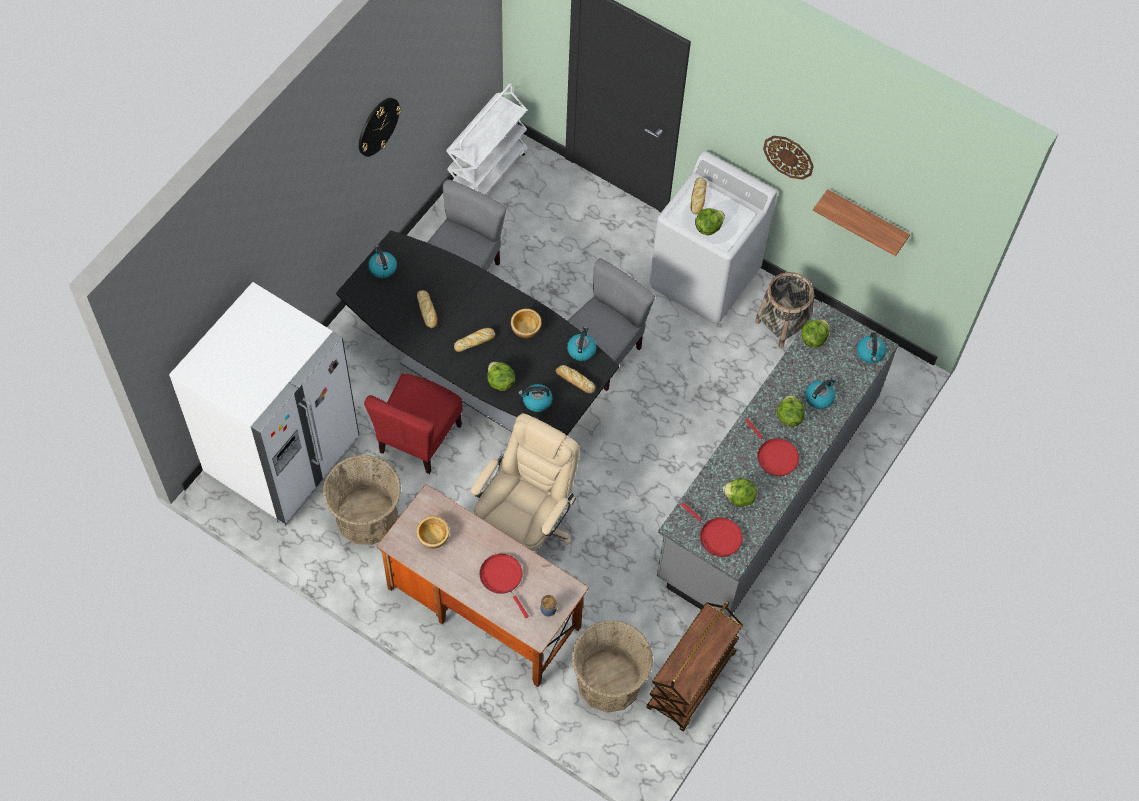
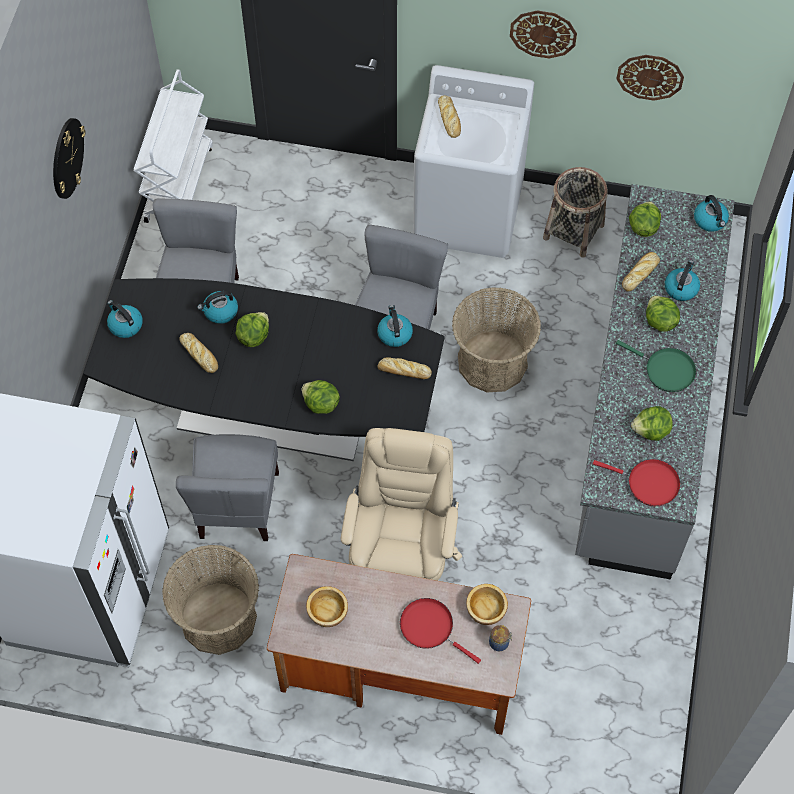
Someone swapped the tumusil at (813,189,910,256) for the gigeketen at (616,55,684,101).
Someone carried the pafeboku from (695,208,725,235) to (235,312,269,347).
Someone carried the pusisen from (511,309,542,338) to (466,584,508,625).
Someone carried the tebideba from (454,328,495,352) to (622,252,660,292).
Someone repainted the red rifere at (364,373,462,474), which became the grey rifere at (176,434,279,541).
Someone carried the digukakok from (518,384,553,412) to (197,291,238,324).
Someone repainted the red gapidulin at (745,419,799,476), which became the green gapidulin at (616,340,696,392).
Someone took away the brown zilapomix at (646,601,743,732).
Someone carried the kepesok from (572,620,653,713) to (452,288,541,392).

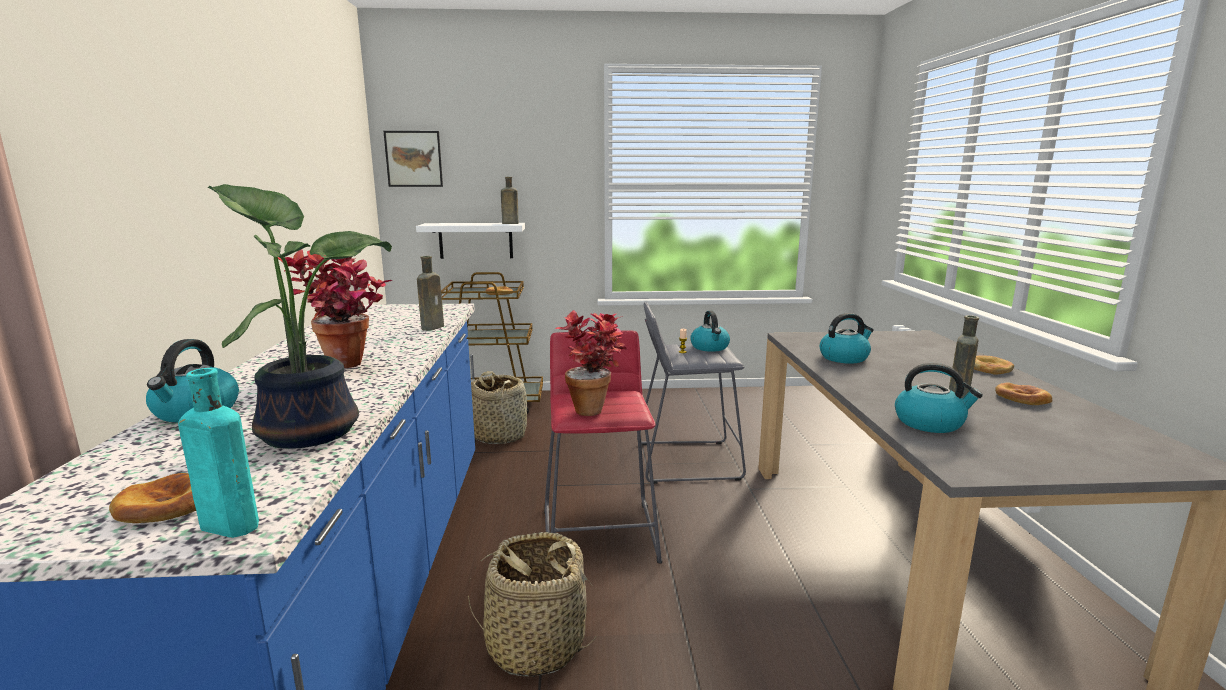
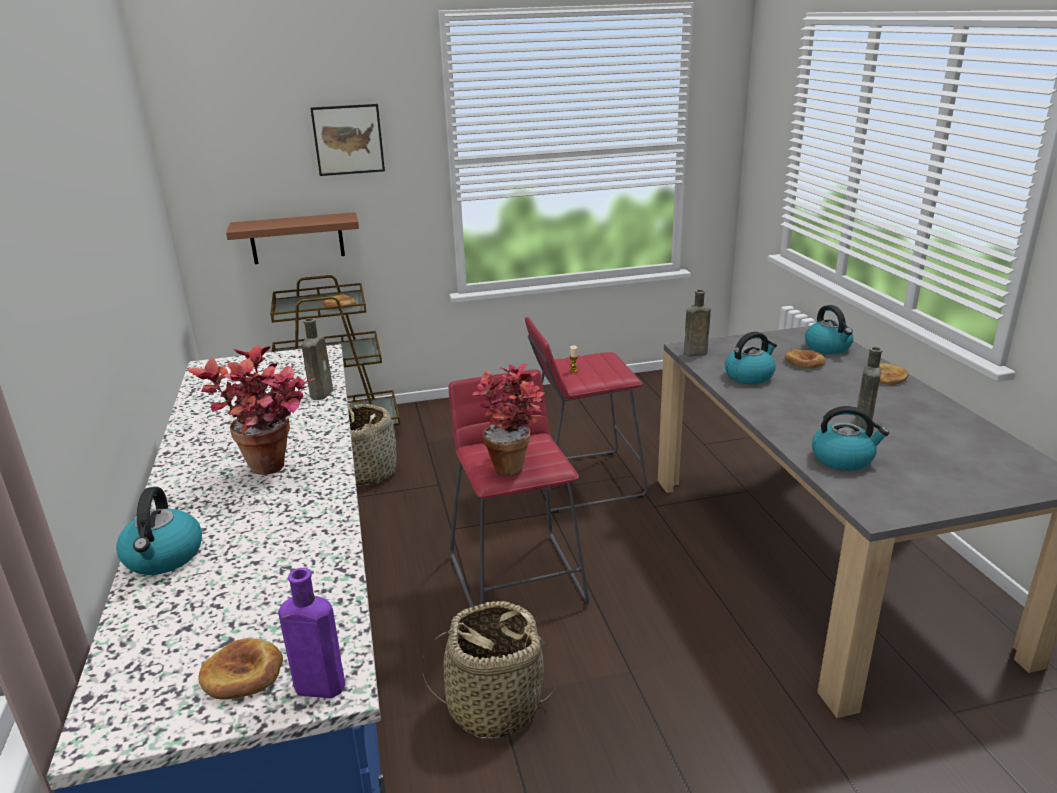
Someone carried the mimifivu from (384,131,443,187) to (310,104,385,176).
Someone carried the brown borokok from (501,177,519,224) to (684,290,711,357).
Someone took away the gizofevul at (208,184,392,449).
Someone repainted the white tumusil at (416,223,525,259), which became the brown tumusil at (226,212,359,264).
Someone repainted the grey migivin at (637,302,746,484), which became the red migivin at (525,317,648,514).
Someone carried the digukakok from (690,311,730,352) to (805,305,853,354).
Someone repainted the turquoise borokok at (178,368,259,538), which became the purple borokok at (278,568,345,698).
Someone carried the tebideba from (995,382,1052,405) to (785,349,825,369).

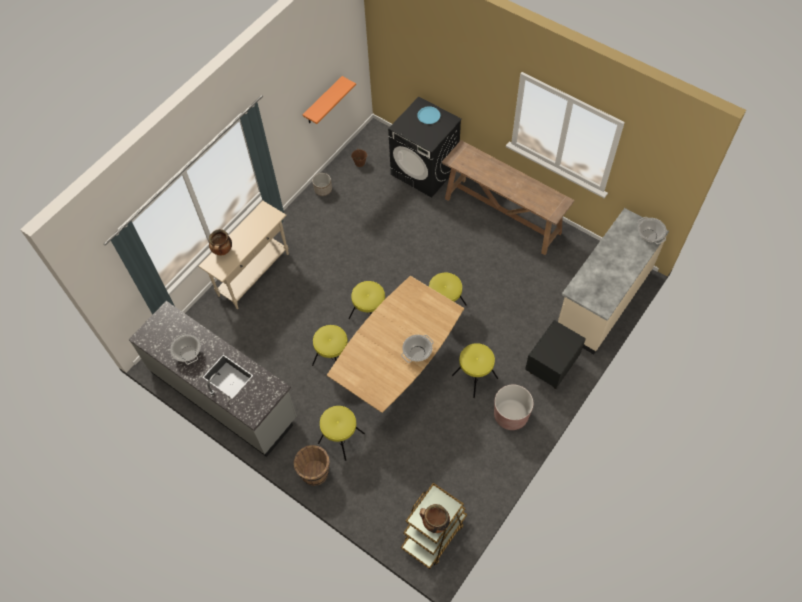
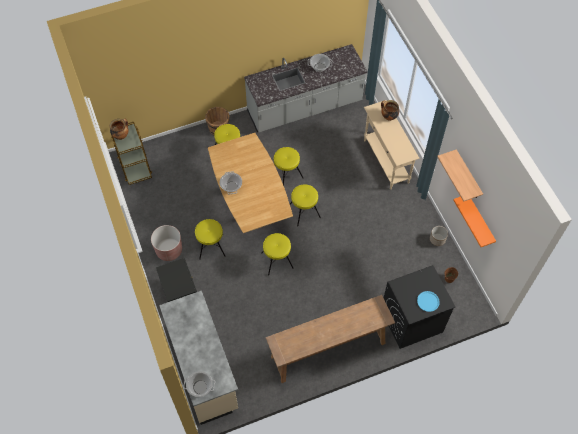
Someone put up the tumusil at (437,149,483,202).

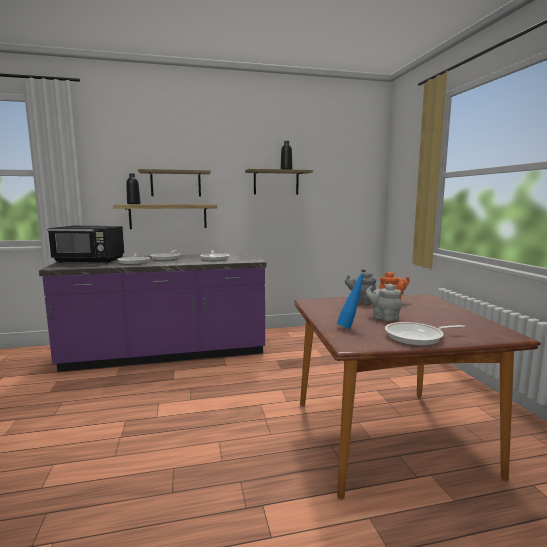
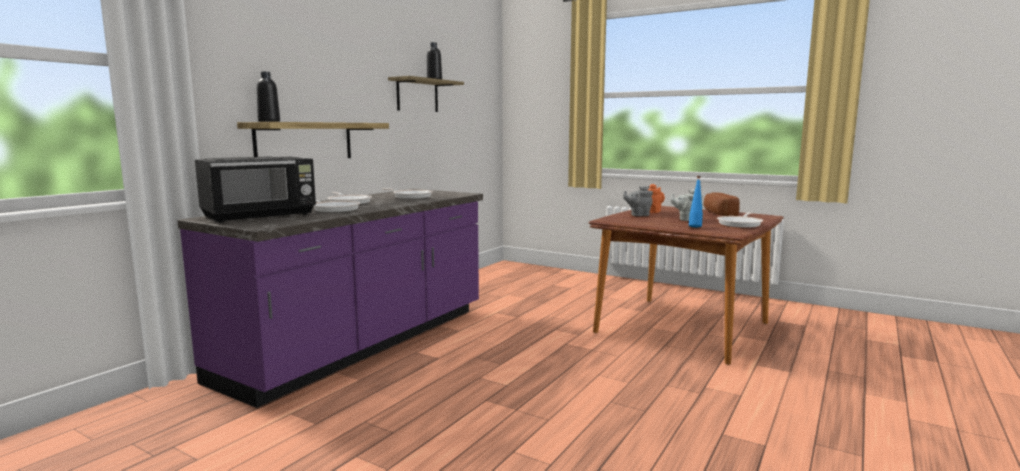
Someone took away the tumusil at (138,169,211,196).
Someone put down the tebideba at (704,193,740,216).

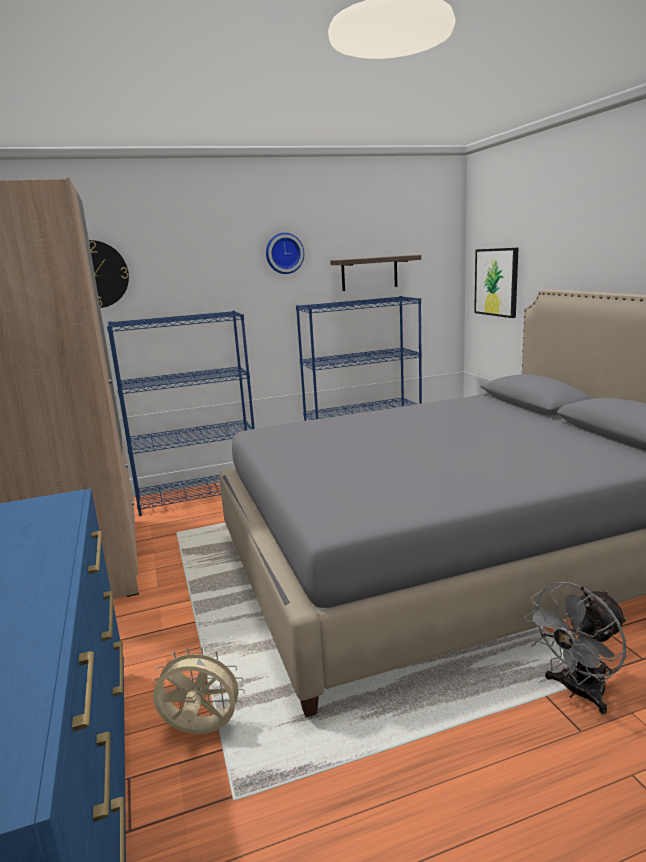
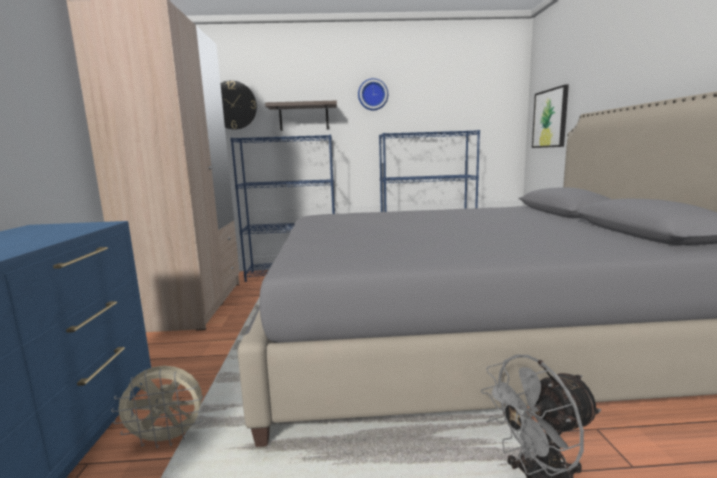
Someone carried the tumusil from (330,255,421,291) to (265,101,337,131).
Someone rotated the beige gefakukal at (153,647,245,734) by 150 degrees clockwise.

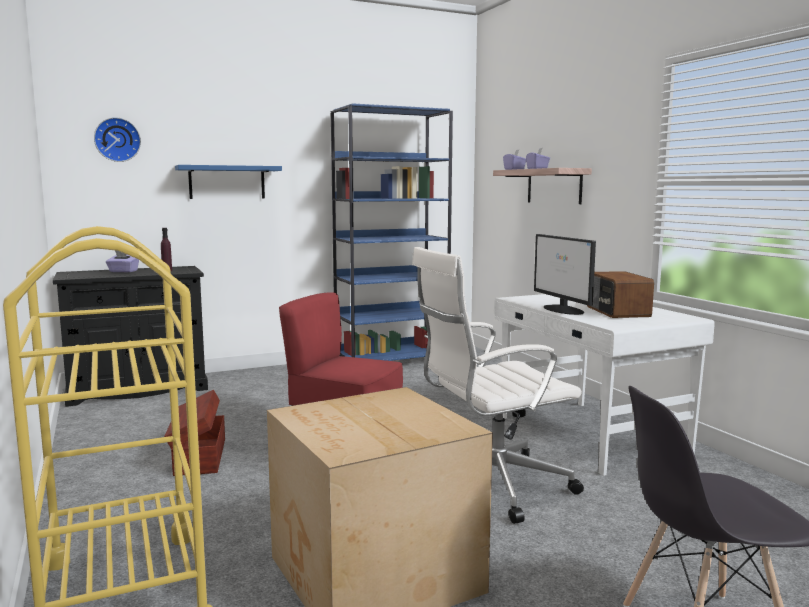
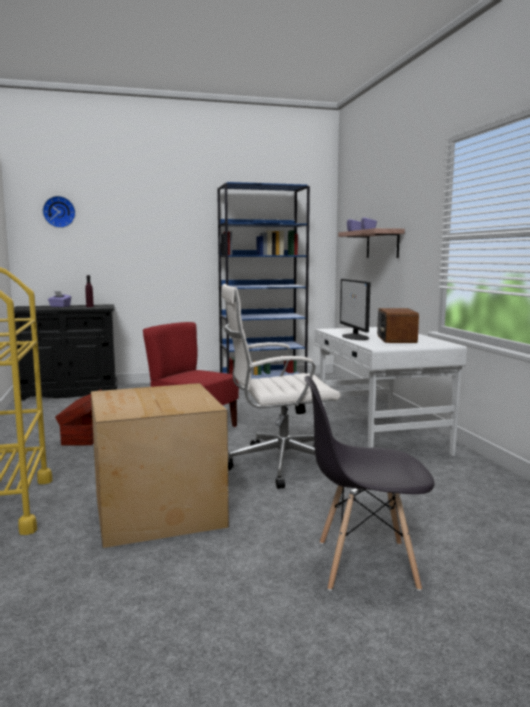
Someone took away the blue tumusil at (175,165,282,199).

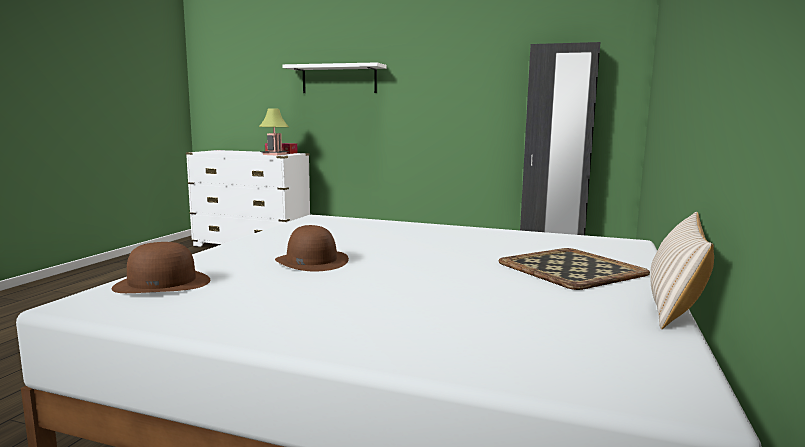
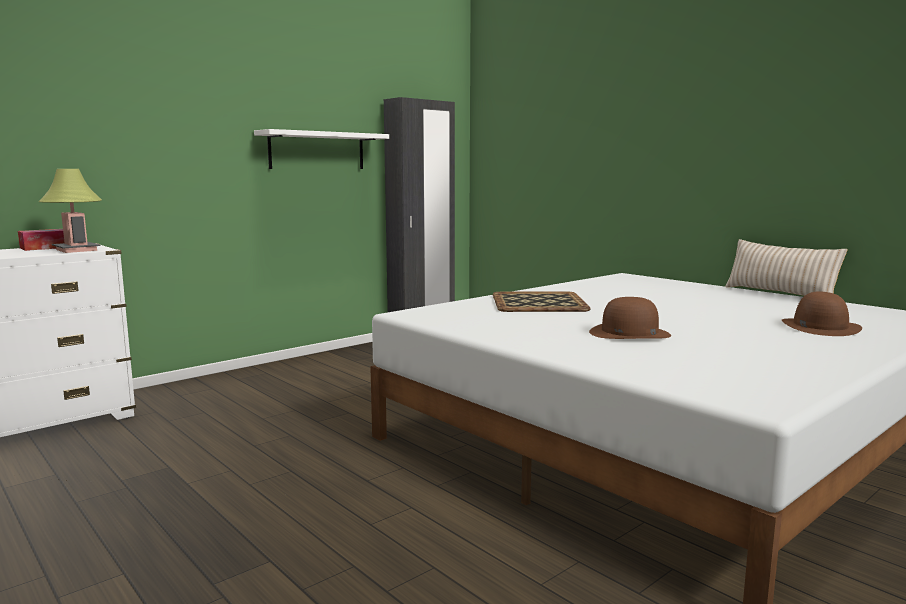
Someone carried the white tumusil from (282,62,386,93) to (254,129,389,169).
Someone carried the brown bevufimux from (112,242,210,293) to (782,291,862,336).
Someone carried the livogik from (499,248,650,290) to (493,292,590,312).

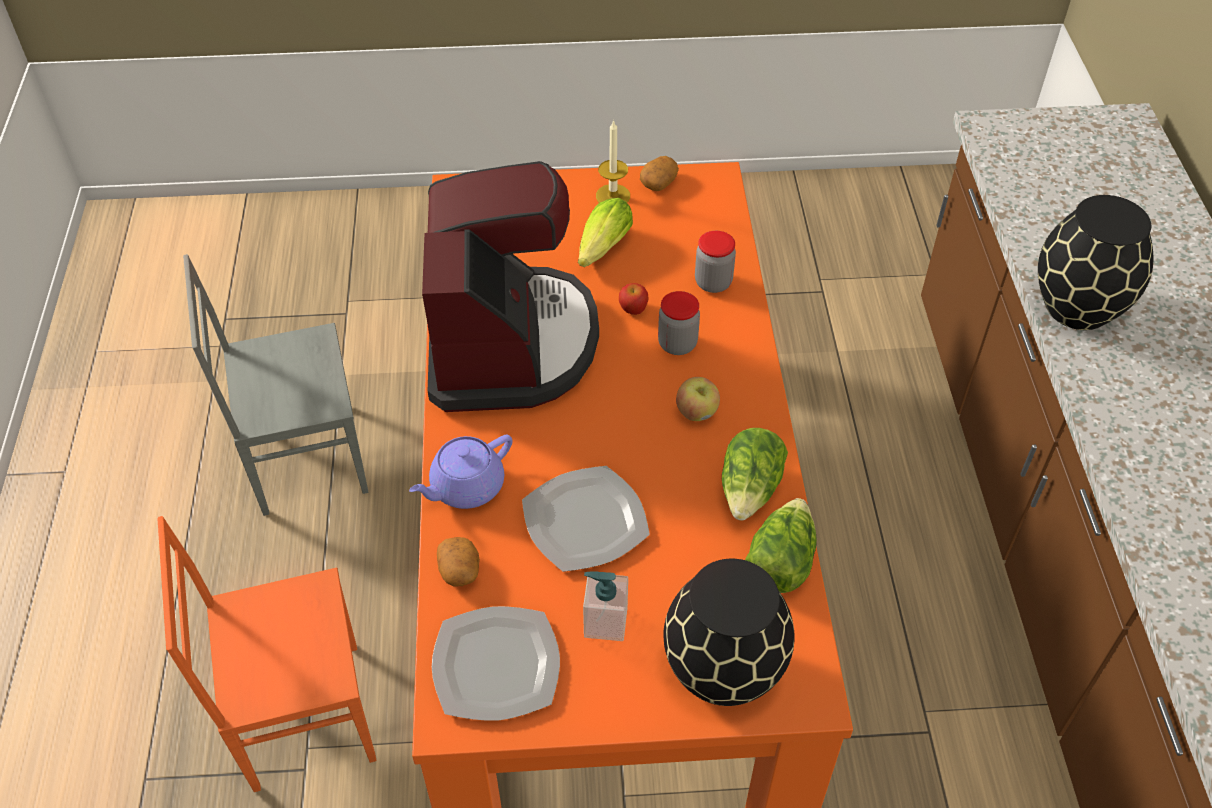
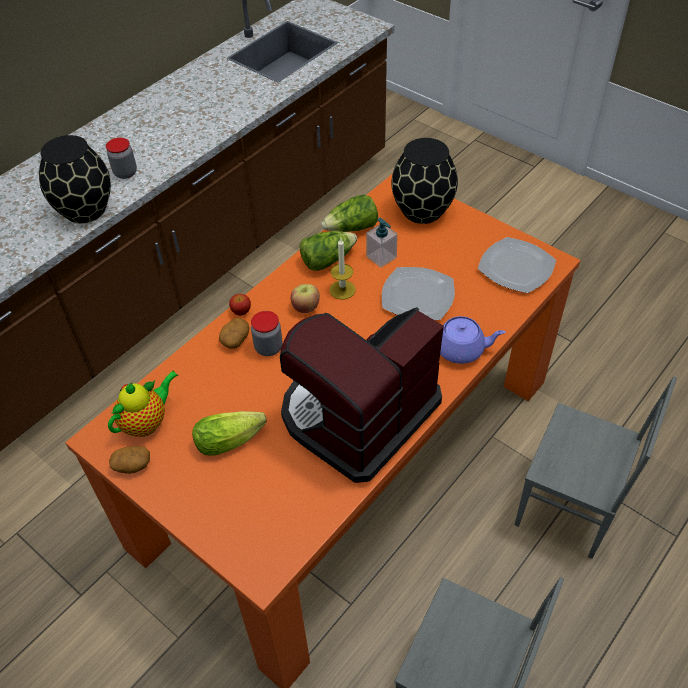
Someone carried the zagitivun from (596,120,630,203) to (330,238,356,299).
Someone carried the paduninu from (695,231,736,293) to (106,138,137,179).
Someone carried the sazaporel from (619,283,648,315) to (229,294,251,316).
Someone repainted the orange rifere at (157,516,377,792), which became the grey rifere at (515,377,677,559).
Someone carried the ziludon from (437,537,480,587) to (219,318,250,349).
Someone carried the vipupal from (583,571,628,641) to (366,218,398,268).
Someone put down the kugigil at (108,371,178,437).

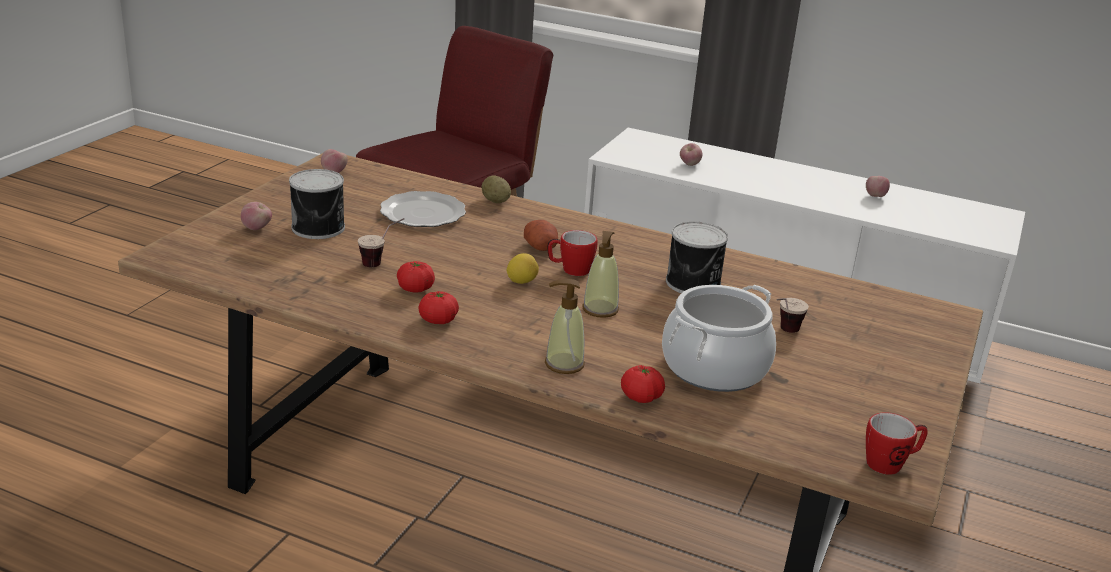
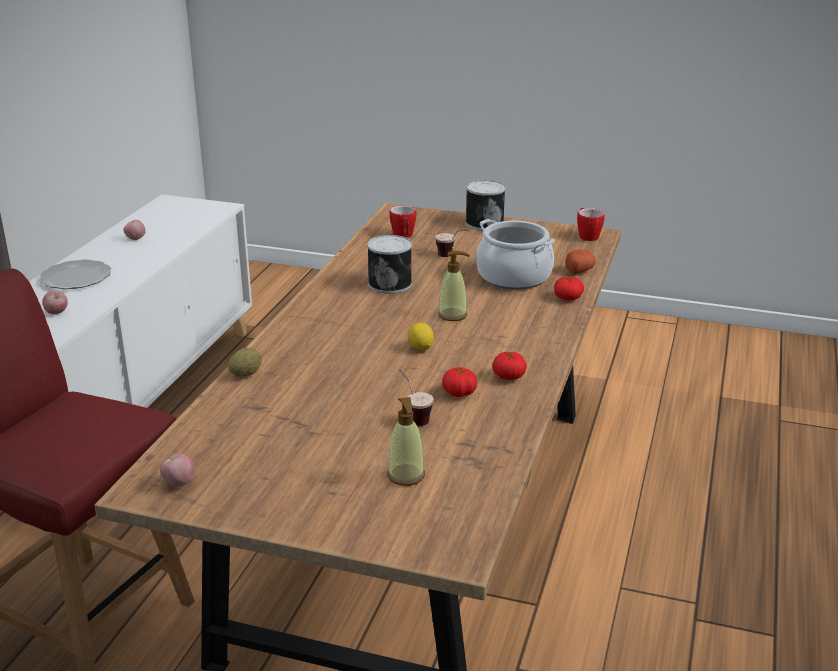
Someone carried the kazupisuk from (289,169,345,239) to (465,180,506,231).
Someone carried the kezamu from (380,191,466,227) to (39,260,111,289).
Someone took away the sazaporel at (241,202,272,230).
Someone carried the ziludon from (524,220,558,251) to (565,249,596,274).
Someone carried the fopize from (548,230,598,276) to (390,205,416,238).
Someone carried the vipupal from (545,279,585,374) to (387,397,425,486).

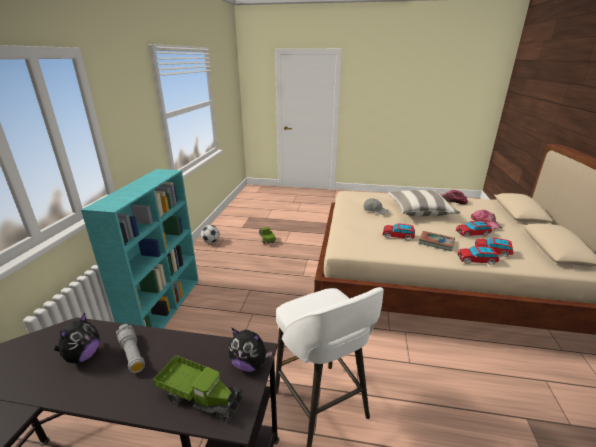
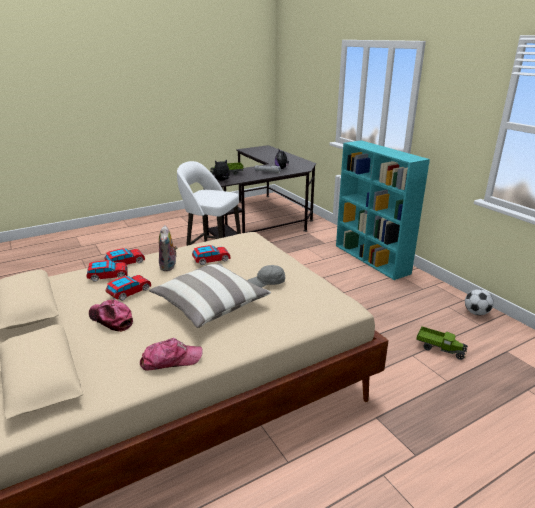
Someone swapped the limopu at (419,231,455,251) for the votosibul at (159,225,177,271).

